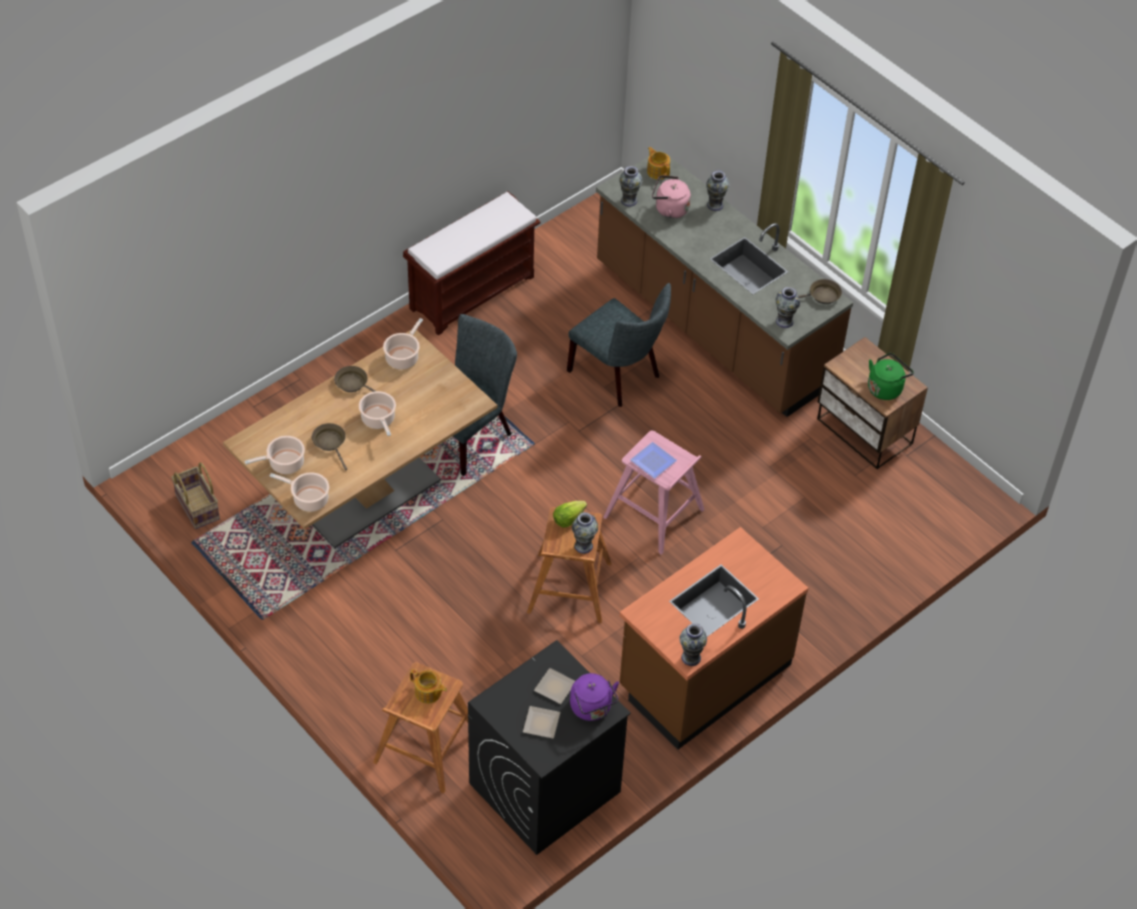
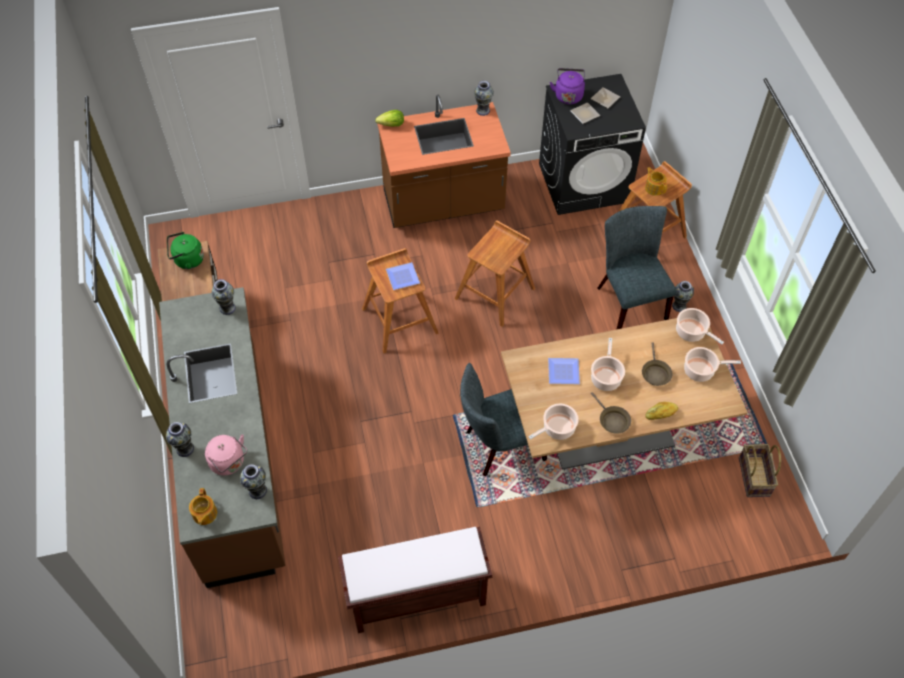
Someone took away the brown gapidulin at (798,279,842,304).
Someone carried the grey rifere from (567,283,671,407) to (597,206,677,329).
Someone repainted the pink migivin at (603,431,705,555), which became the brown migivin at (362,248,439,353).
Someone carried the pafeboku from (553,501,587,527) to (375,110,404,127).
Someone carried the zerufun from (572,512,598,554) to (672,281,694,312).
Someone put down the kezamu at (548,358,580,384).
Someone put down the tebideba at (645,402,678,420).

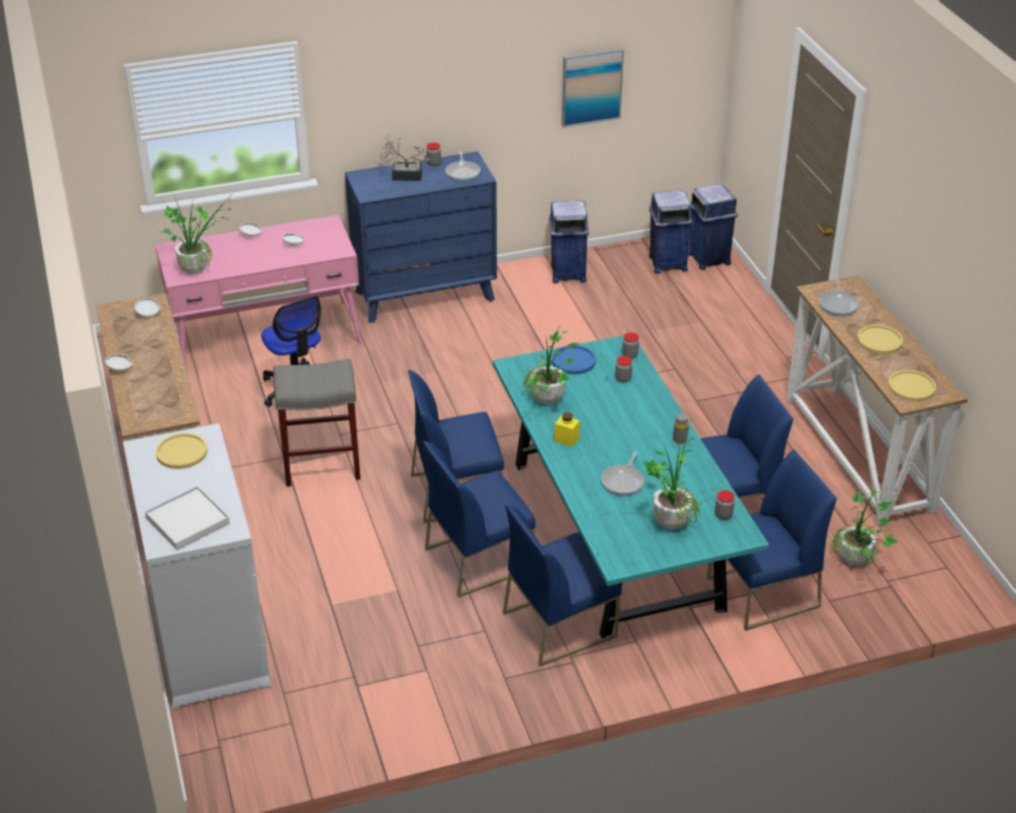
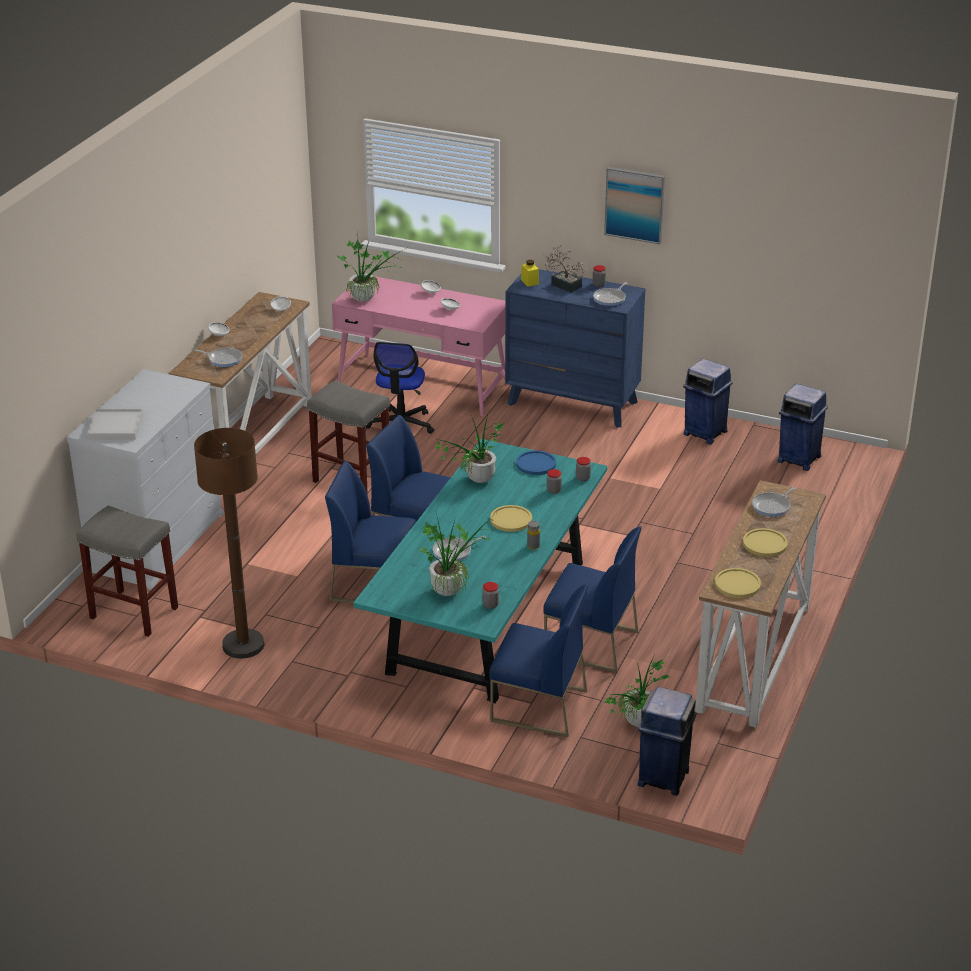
Someone carried the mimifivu from (562,48,624,128) to (604,167,665,244).
Someone carried the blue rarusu from (688,184,738,270) to (637,687,697,796).
Someone carried the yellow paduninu from (554,412,580,447) to (521,260,539,287).
Someone carried the yellow kezamu from (156,433,208,469) to (490,505,532,532).
Someone took away the blue rifere at (503,504,622,667).
Someone put down the gapidulin at (194,348,243,367).
Someone put down the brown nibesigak at (194,428,265,659).
Someone put down the grey migivin at (77,506,178,637).

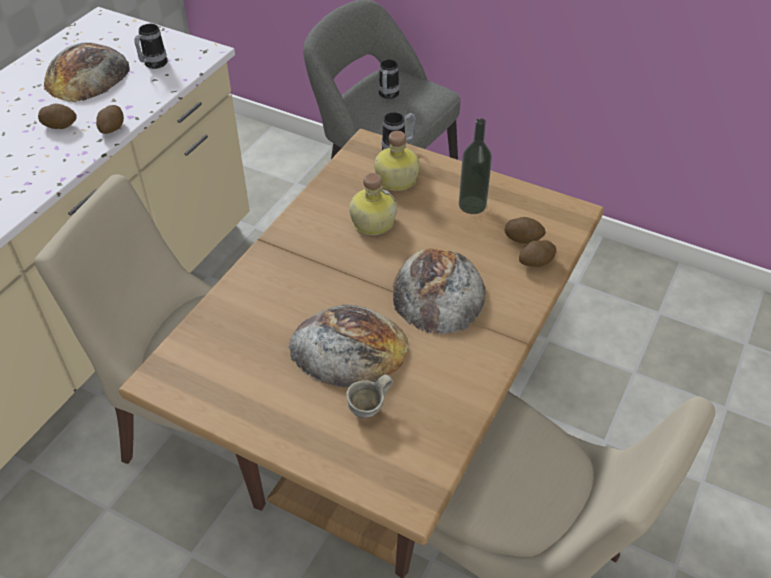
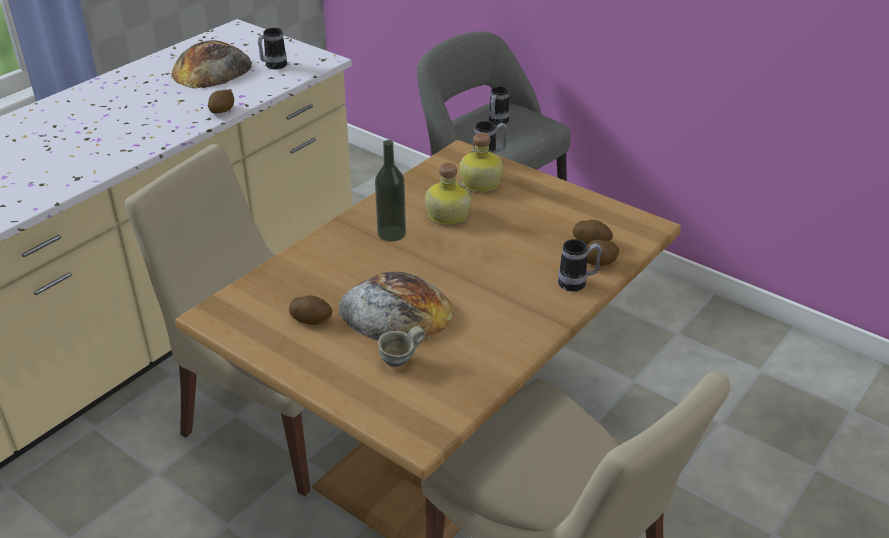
Someone carried the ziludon from (38,104,76,129) to (289,295,332,325).
Someone carried the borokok from (459,118,492,214) to (375,140,406,242).
Someone took away the tebideba at (393,248,486,335).
Someone put down the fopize at (558,239,602,292).

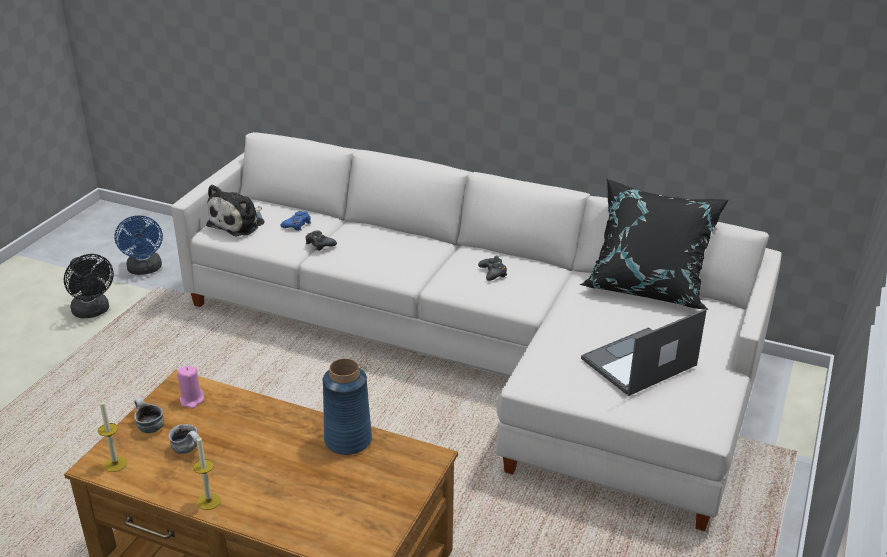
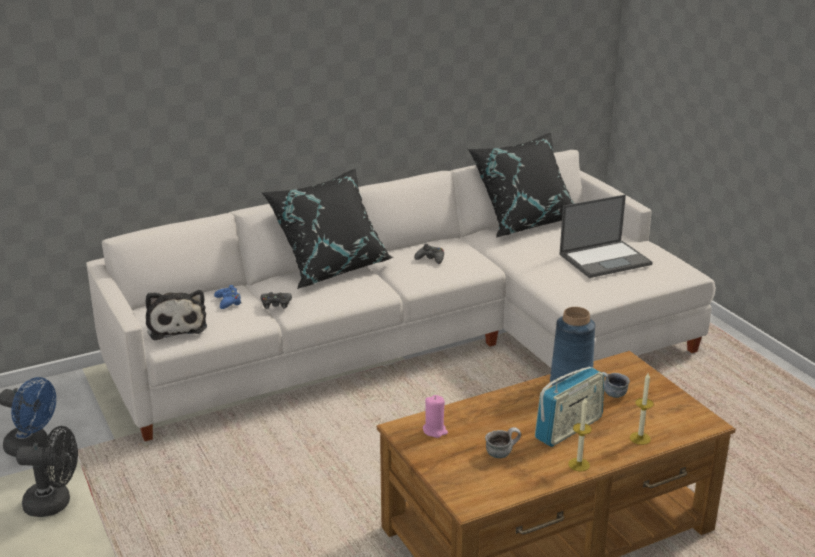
Someone rotated the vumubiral at (581,309,707,396) by 120 degrees counterclockwise.
Someone carried the fopize from (134,398,164,433) to (601,372,630,398).
Someone carried the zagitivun from (98,399,127,472) to (630,373,654,445).
Someone put down the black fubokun at (261,169,393,289).
Someone put down the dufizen at (535,367,604,447).

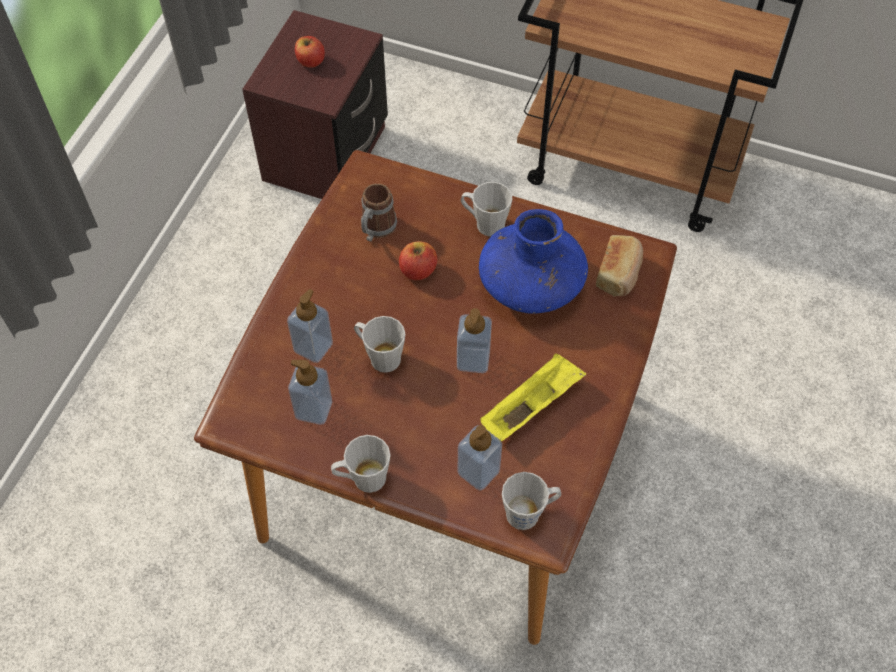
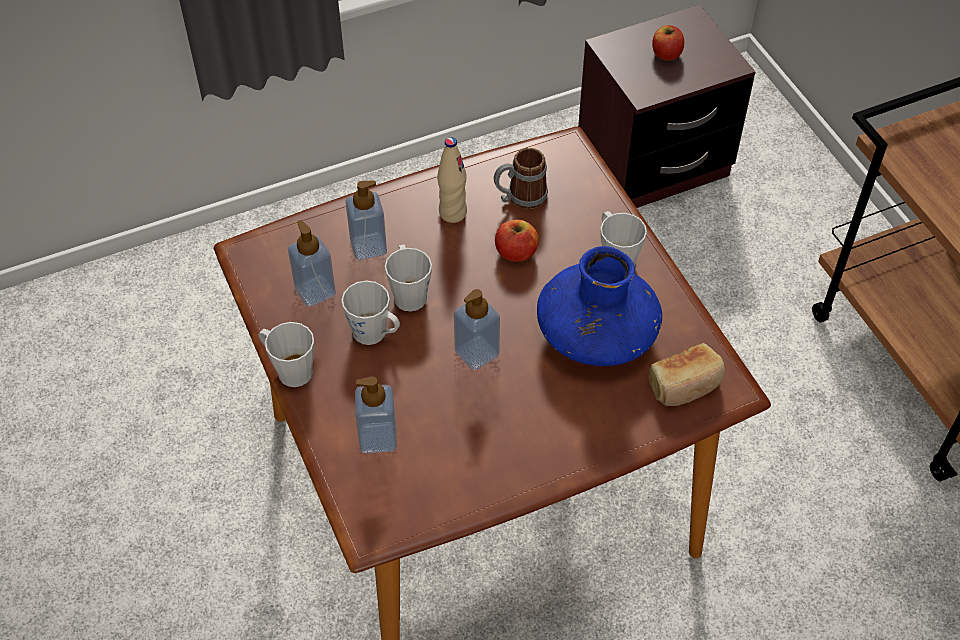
Someone took away the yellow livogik at (480,353,586,442).
Someone carried the grey fopize from (502,472,562,530) to (342,281,400,345).
Someone put down the beige borokok at (437,137,467,223).

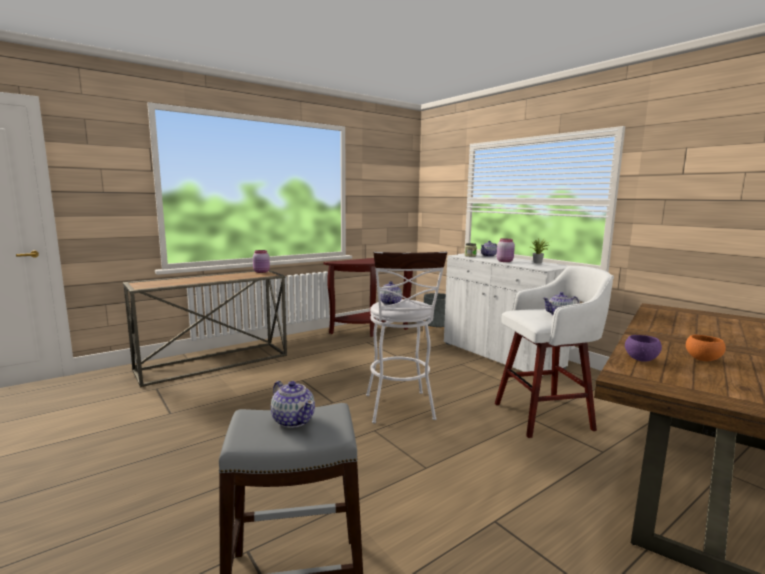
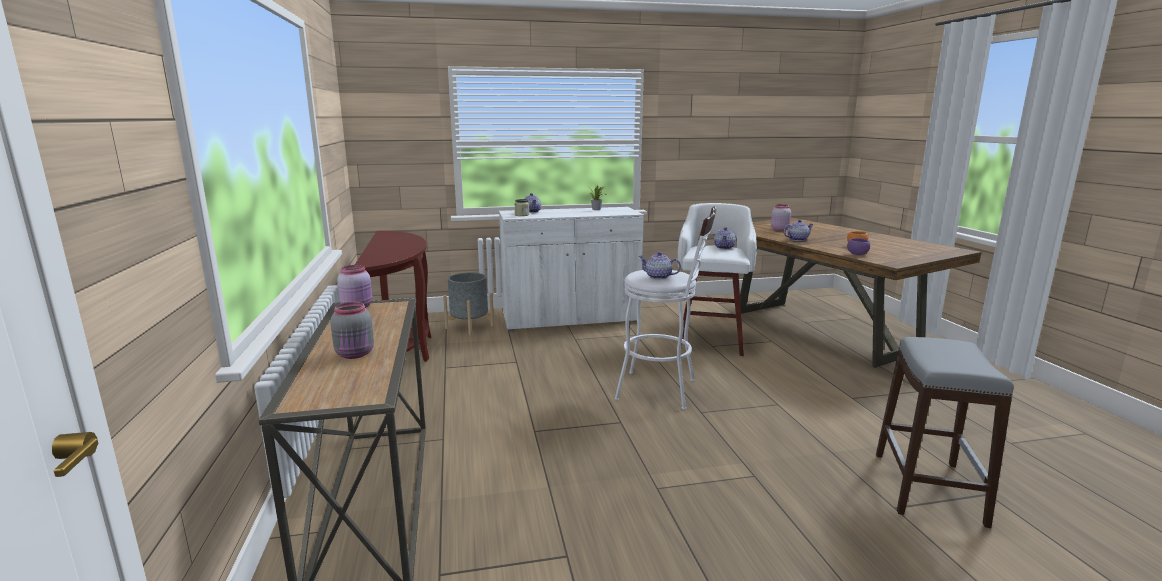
Someone carried the pink paduninu from (497,239,515,262) to (771,204,791,231).
Someone carried the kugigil from (271,381,315,428) to (784,220,813,241).
Someone put down the grey paduninu at (330,302,374,359).

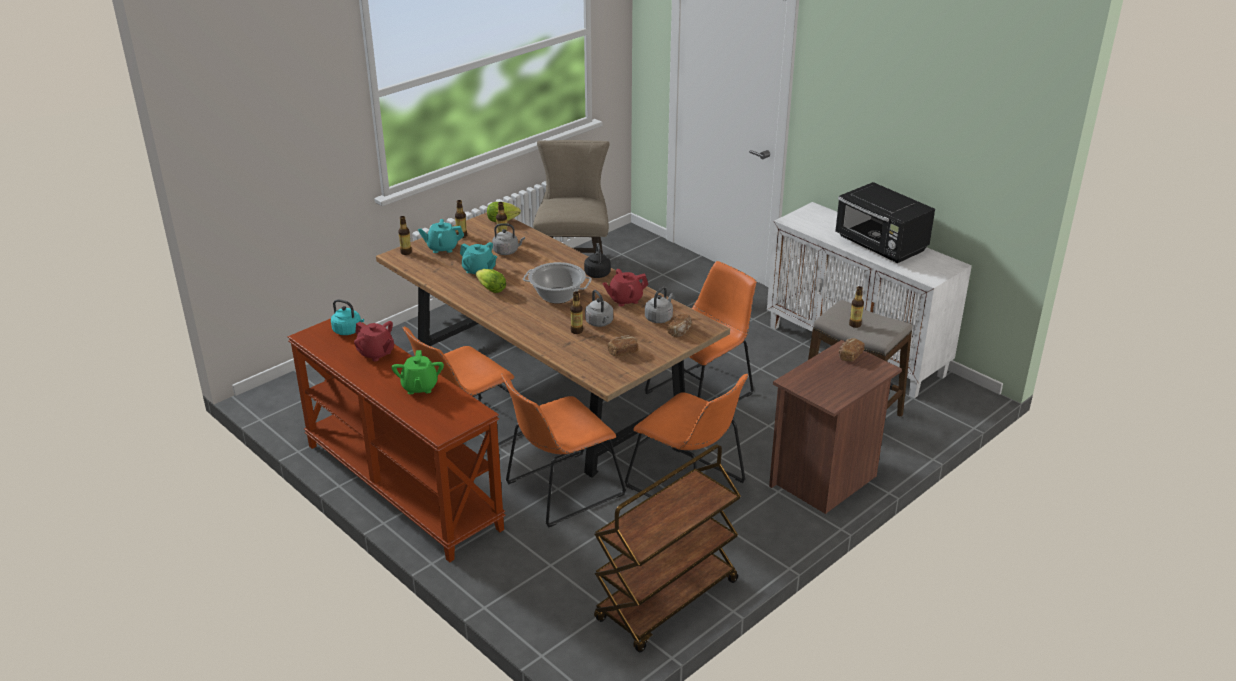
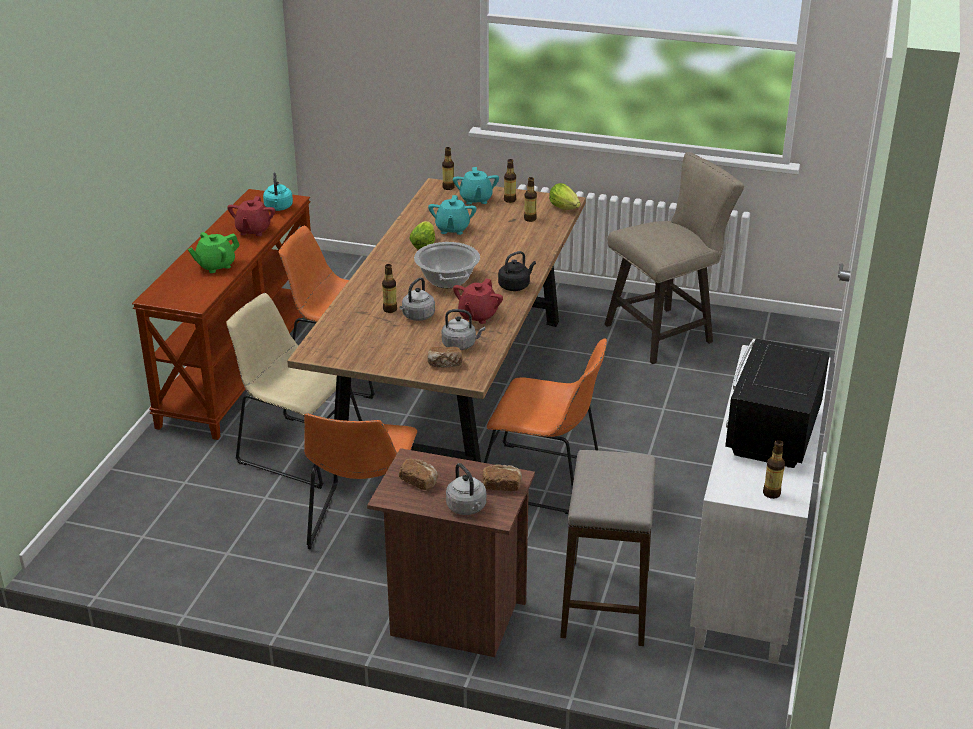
Someone rotated the turquoise kugigil at (418,219,464,253) by 150 degrees counterclockwise.
Someone carried the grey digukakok from (492,223,525,255) to (446,463,486,515).
Someone rotated the red kugigil at (602,269,648,307) by 105 degrees counterclockwise.
Someone carried the borokok from (849,286,864,328) to (763,440,785,499).
Someone carried the tebideba from (608,335,638,357) to (399,459,438,490).
Someone repainted the orange rifere at (501,374,626,528), which became the beige rifere at (226,293,362,489).
Someone took away the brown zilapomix at (594,444,741,652).

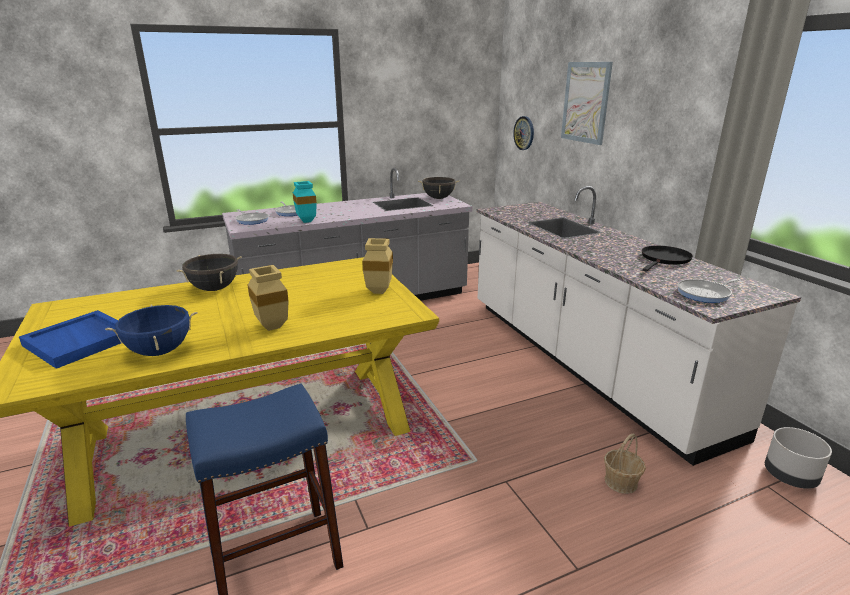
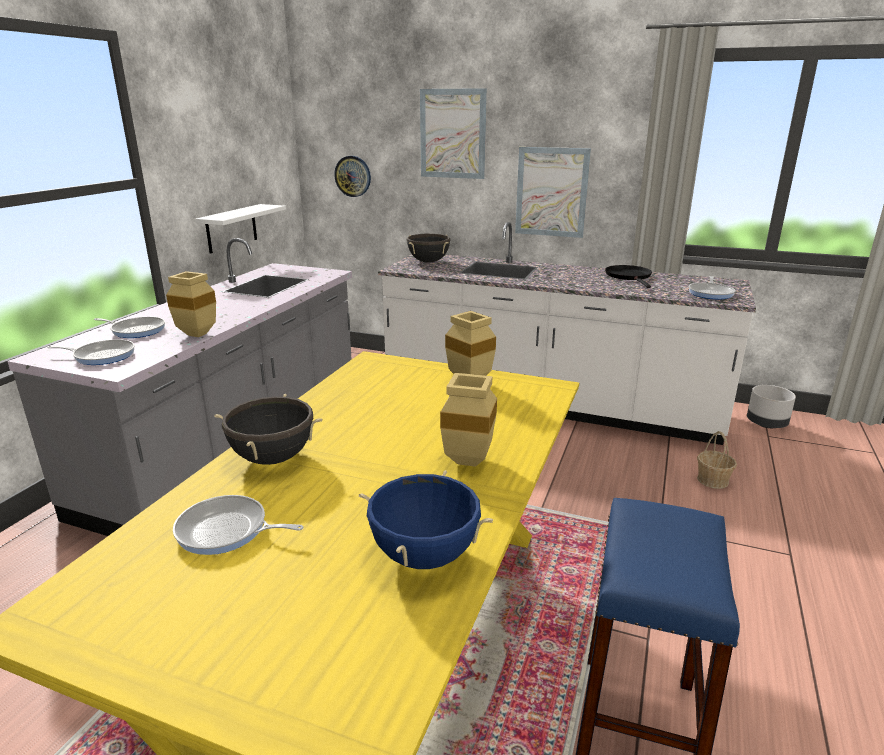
Someone carried the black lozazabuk from (418,177,459,199) to (407,233,450,263).
Someone repainted the turquoise zerufun at (293,181,317,223), which became the beige zerufun at (166,271,216,337).
Someone took away the blue livogik at (19,310,121,369).
Someone put up the mimifivu at (515,147,591,238).
Someone put up the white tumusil at (195,204,286,254).
Someone put down the gapidulin at (173,495,304,555).

